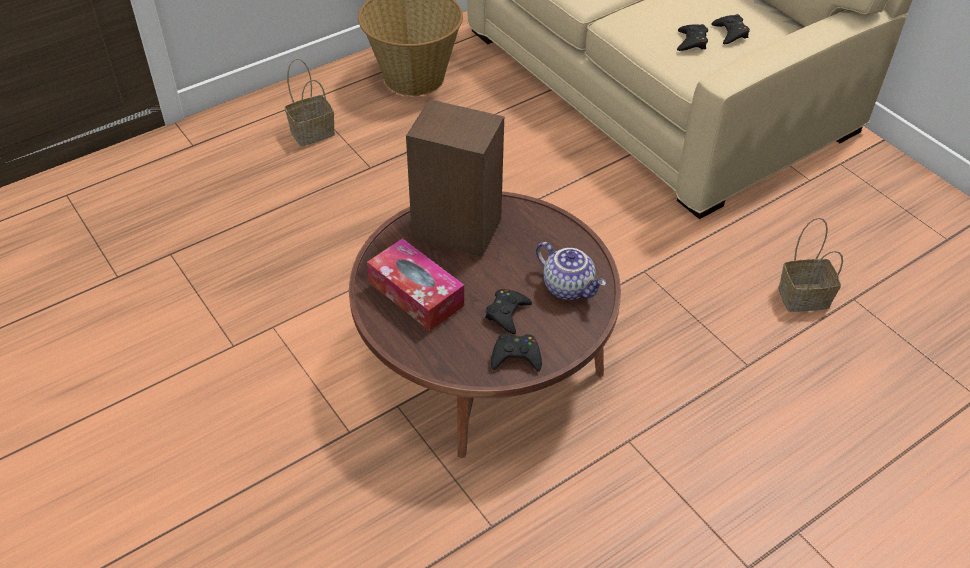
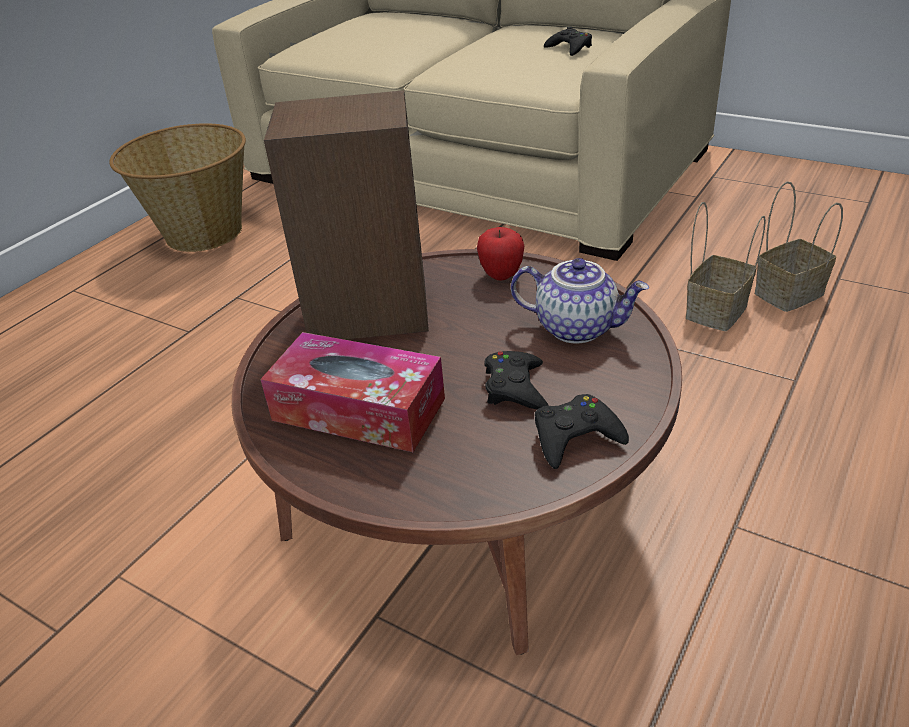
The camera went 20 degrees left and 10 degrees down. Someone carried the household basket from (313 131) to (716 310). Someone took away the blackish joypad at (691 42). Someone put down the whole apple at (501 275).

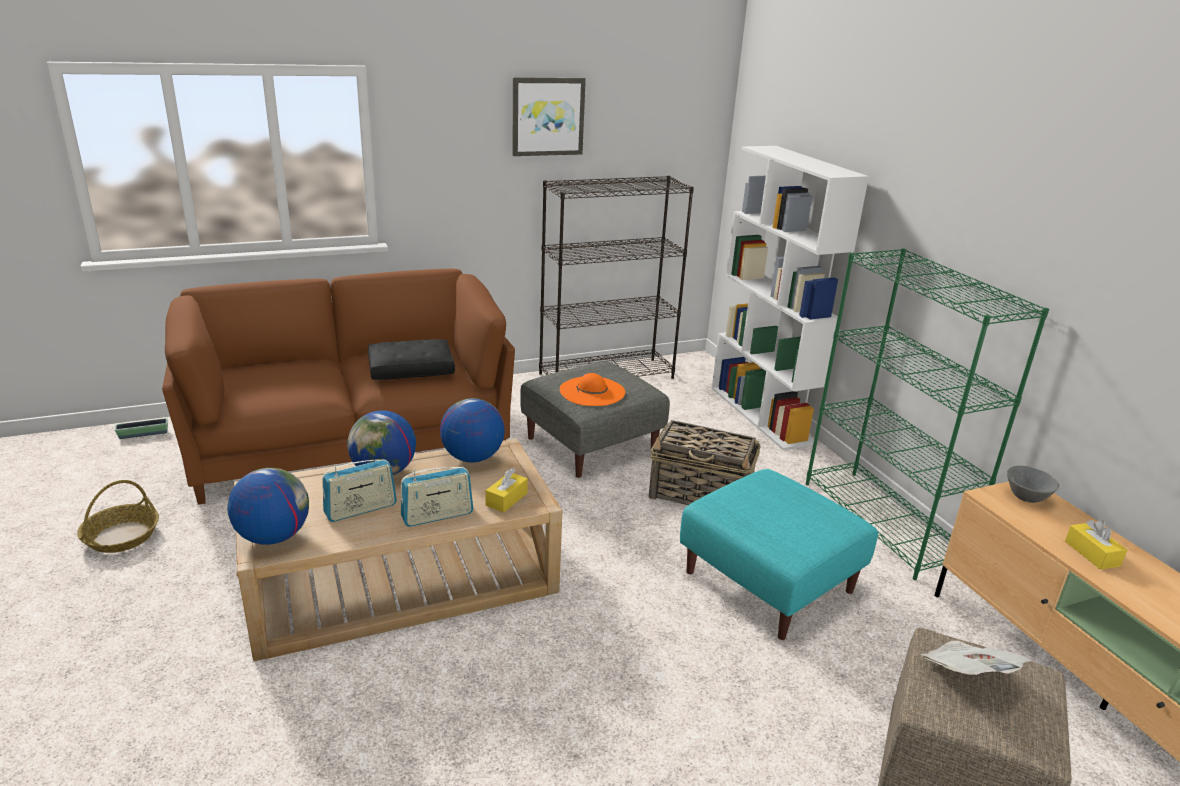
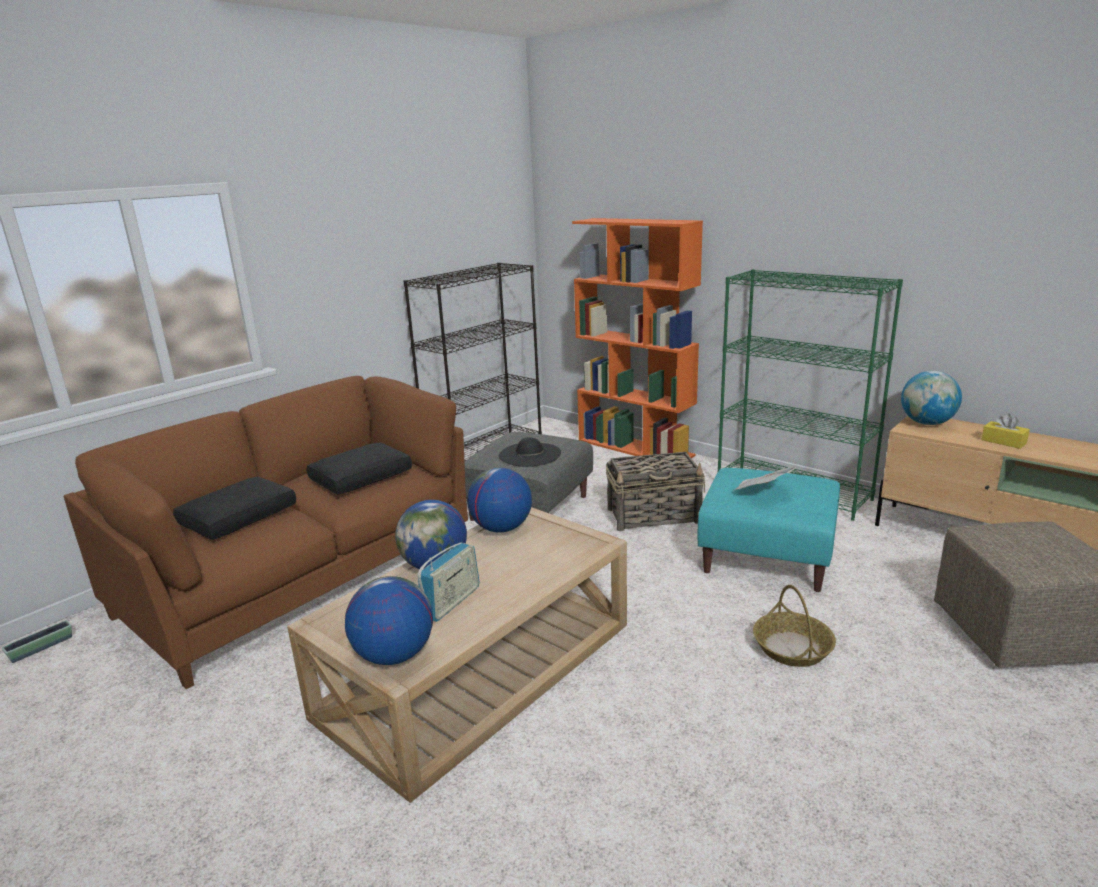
The camera went 25 degrees left and 5 degrees down. Someone carried the household basket from (121 536) to (792 648). Someone took away the radio at (437 516). Someone took away the yellow-coloured tissue holder at (506 499). Someone took away the picture at (548 116). Someone repainted the orangey hat at (592 391), which became the blackish hat at (529 454). Someone repainted the white-coloured shelving unit at (762 415), which became the orangey shelving unit at (636 448). Someone carried the printed paper from (967 675) to (762 492). Someone swapped the greyish deep dish at (1025 497) for the world globe at (927 423). Someone put down the blackish cushion at (238 517).

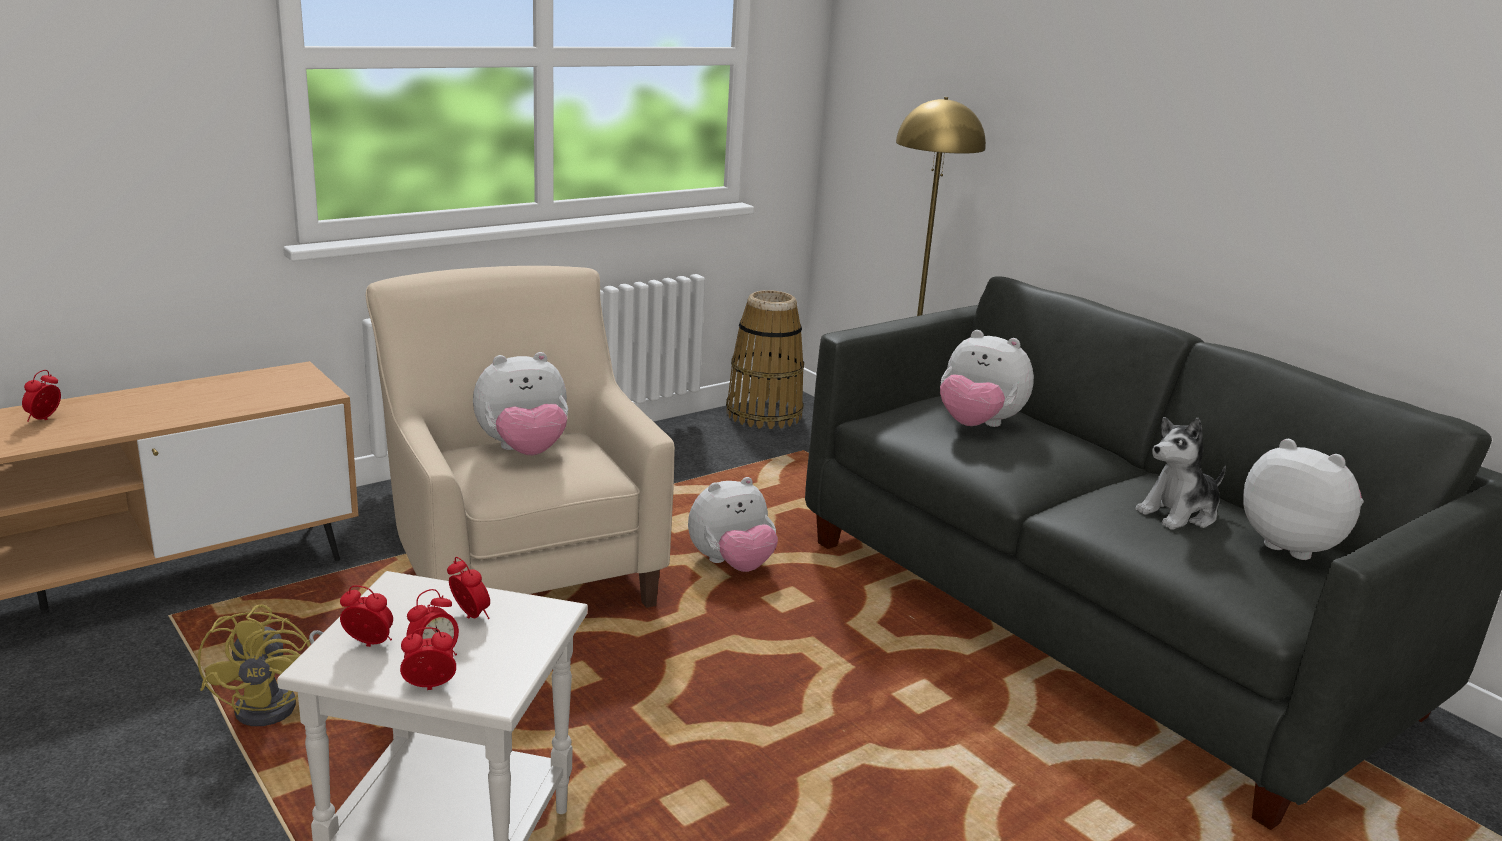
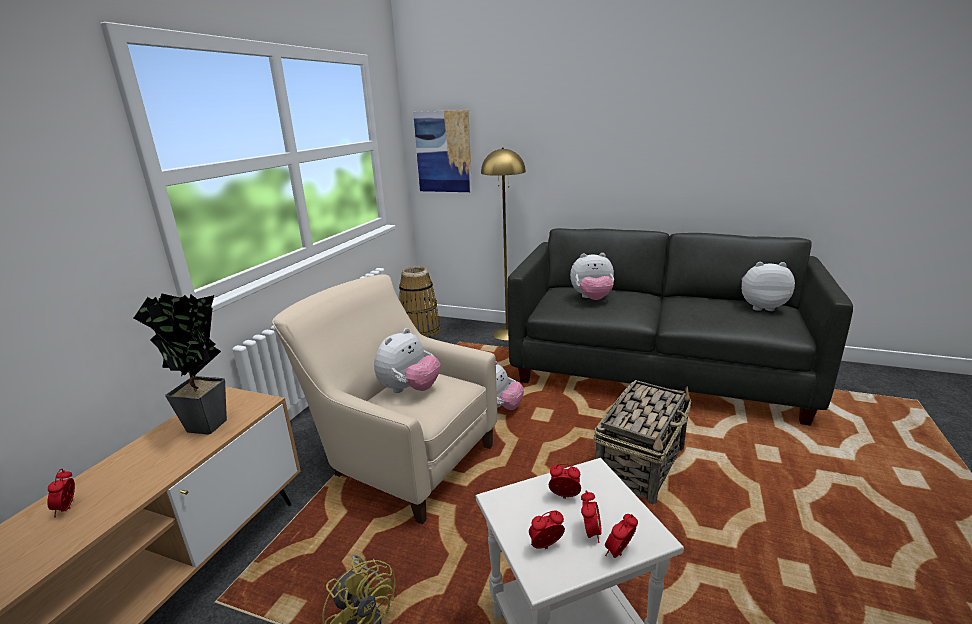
The camera went 30 degrees left and 0 degrees up. Someone took away the soft toy at (1179 514). Someone put down the houseplant at (209 428). Someone put up the picture at (443 152). Someone put down the household basket at (640 464).

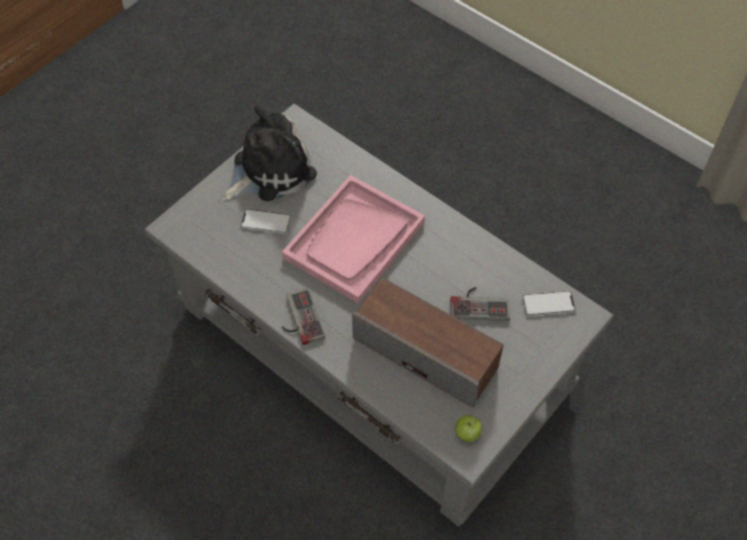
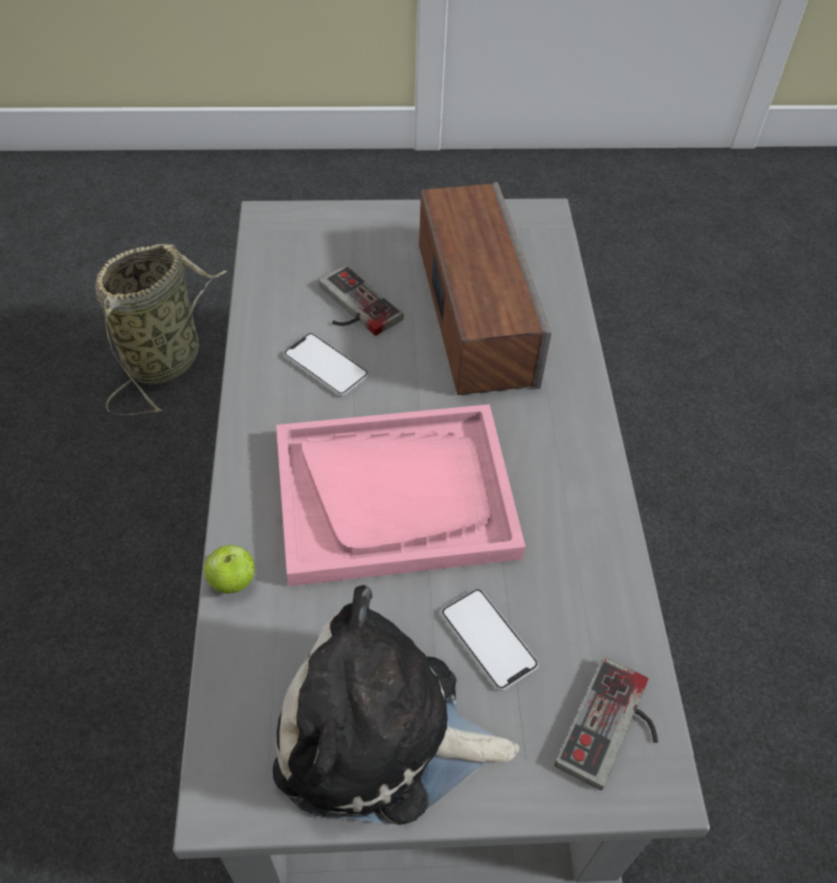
The camera went 135 degrees left and 5 degrees down. Someone carried the joypad from (298 319) to (615 730). Someone carried the whole apple from (467 433) to (232 581). Someone carried the phone from (548 304) to (326 366). Someone put down the household basket at (167 357).

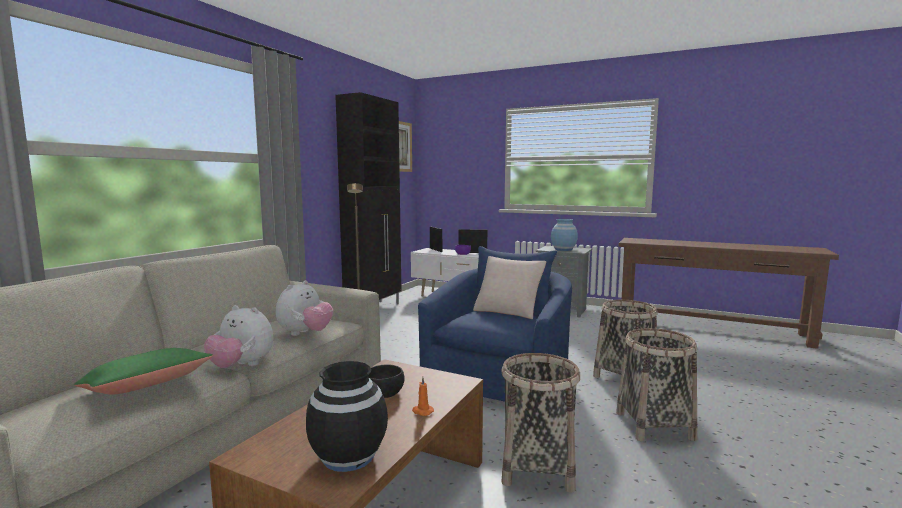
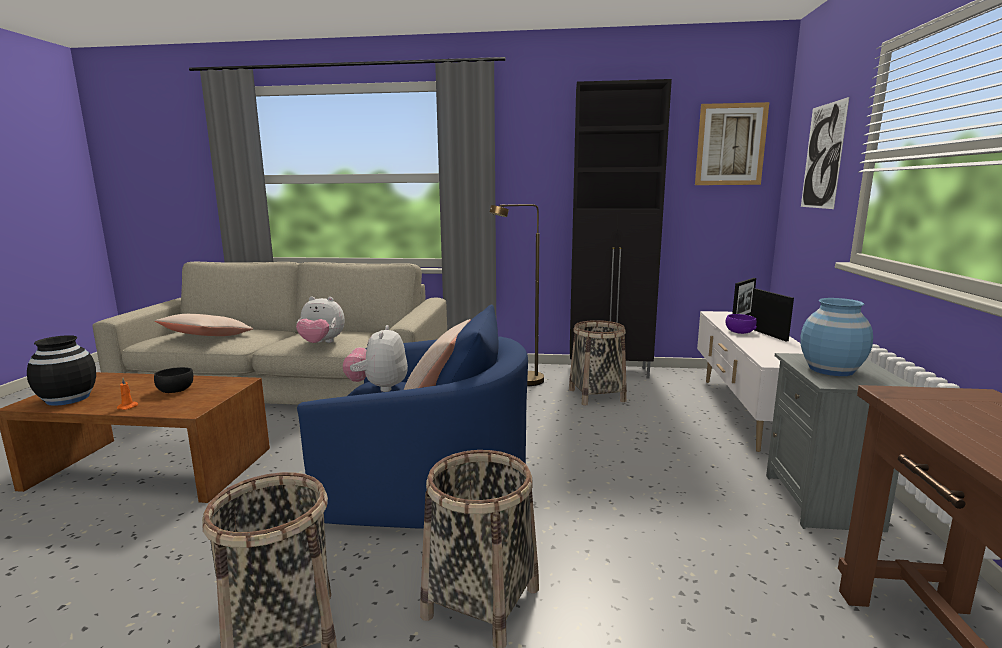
The camera went 70 degrees right and 5 degrees up. Someone repainted the greenish cushion at (146 389), which became the sand-coloured cushion at (207 337). Someone carried the soft toy from (241 366) to (379 387). Someone carried the household basket from (537 468) to (596 395). Someone put up the picture at (823 156).

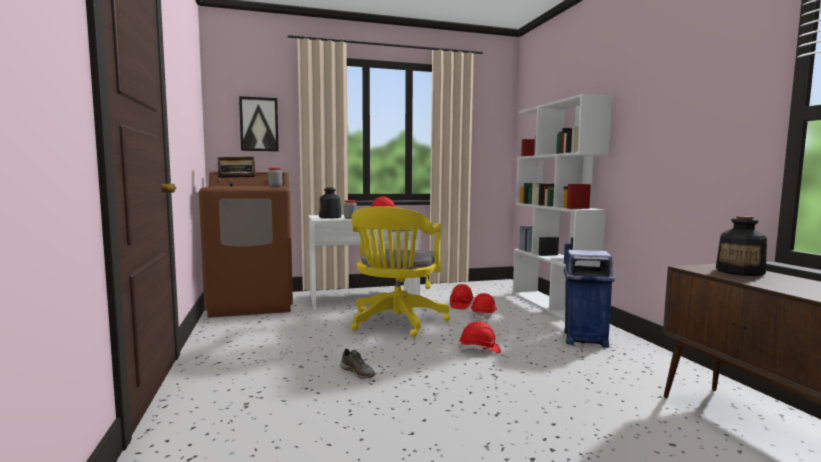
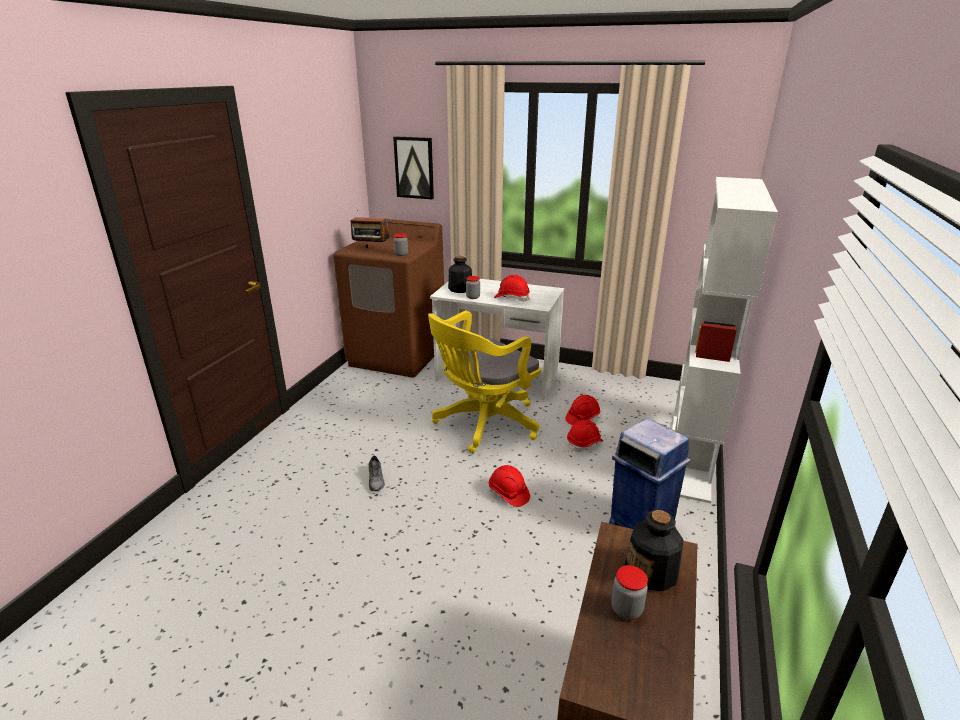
The camera went 35 degrees right and 20 degrees up. Someone put down the jar at (626 609).

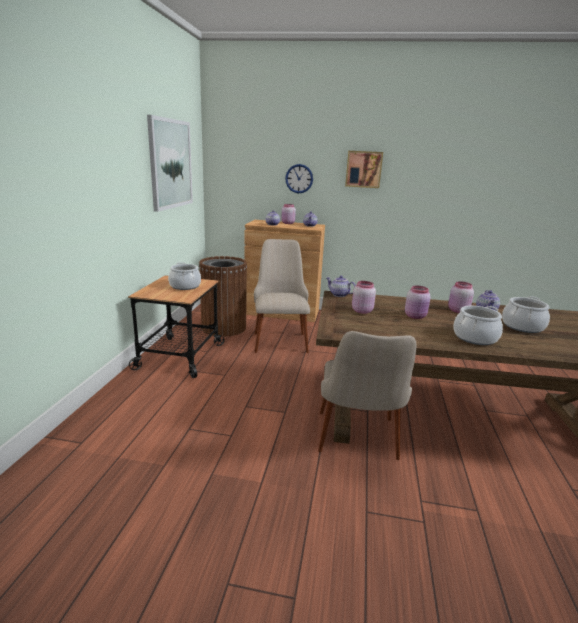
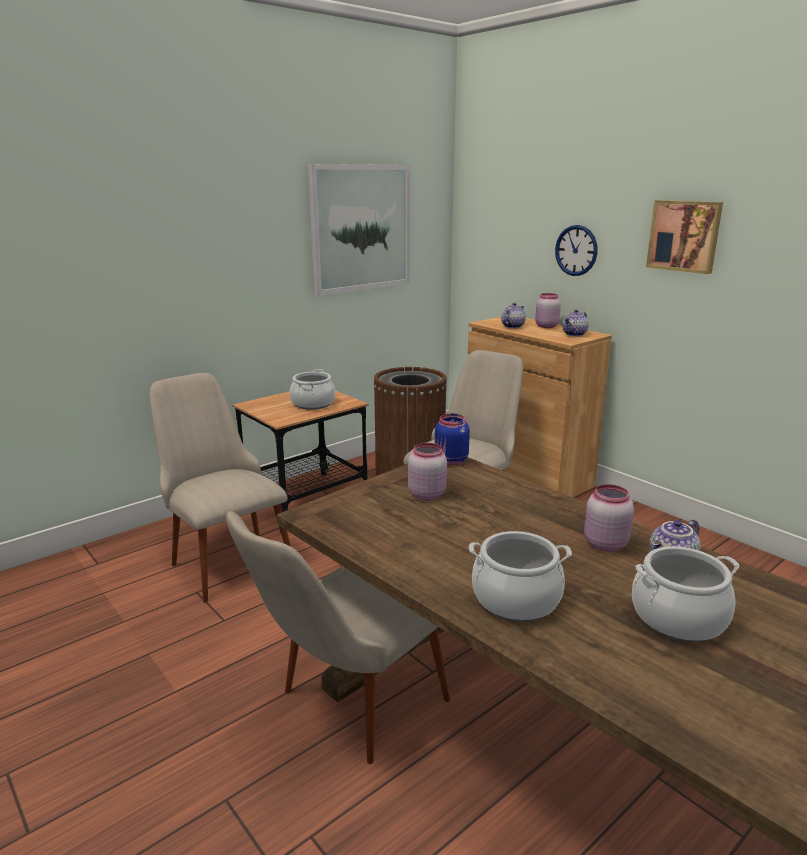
The camera went 40 degrees right and 0 degrees up. Someone swapped the teapot at (339 295) for the bluish jar at (450 461). Someone took away the pink-coloured jar at (416 316). Someone put down the sand-coloured upright chair at (224 557).

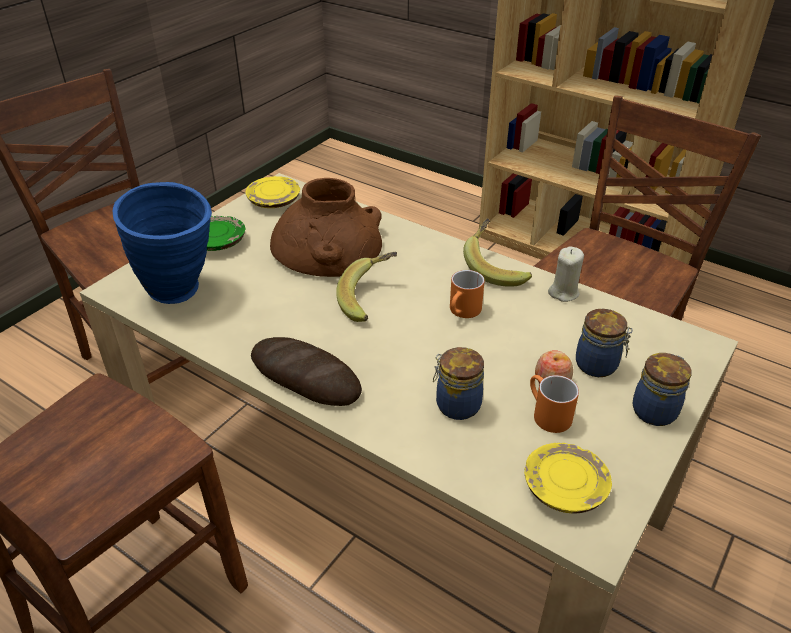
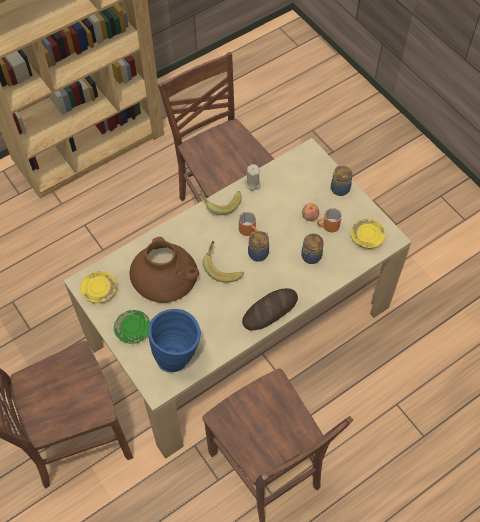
The camera went 70 degrees left and 20 degrees up. Someone carried the jar from (598 365) to (259 253).

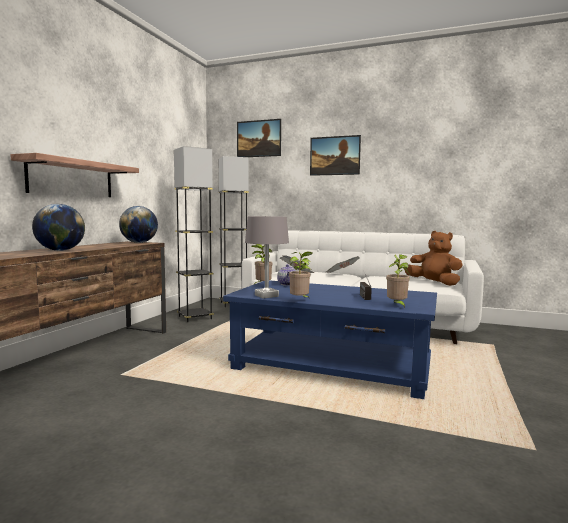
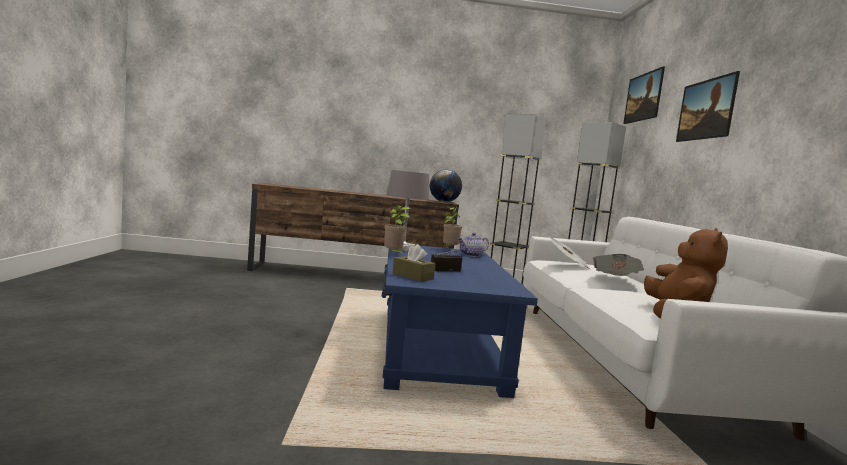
The camera went 65 degrees right and 0 degrees up. Someone took away the wall shelf at (71 178). Someone took away the world globe at (60 250). Someone swapped the houseplant at (397 306) for the brown tissue holder at (412 276).

